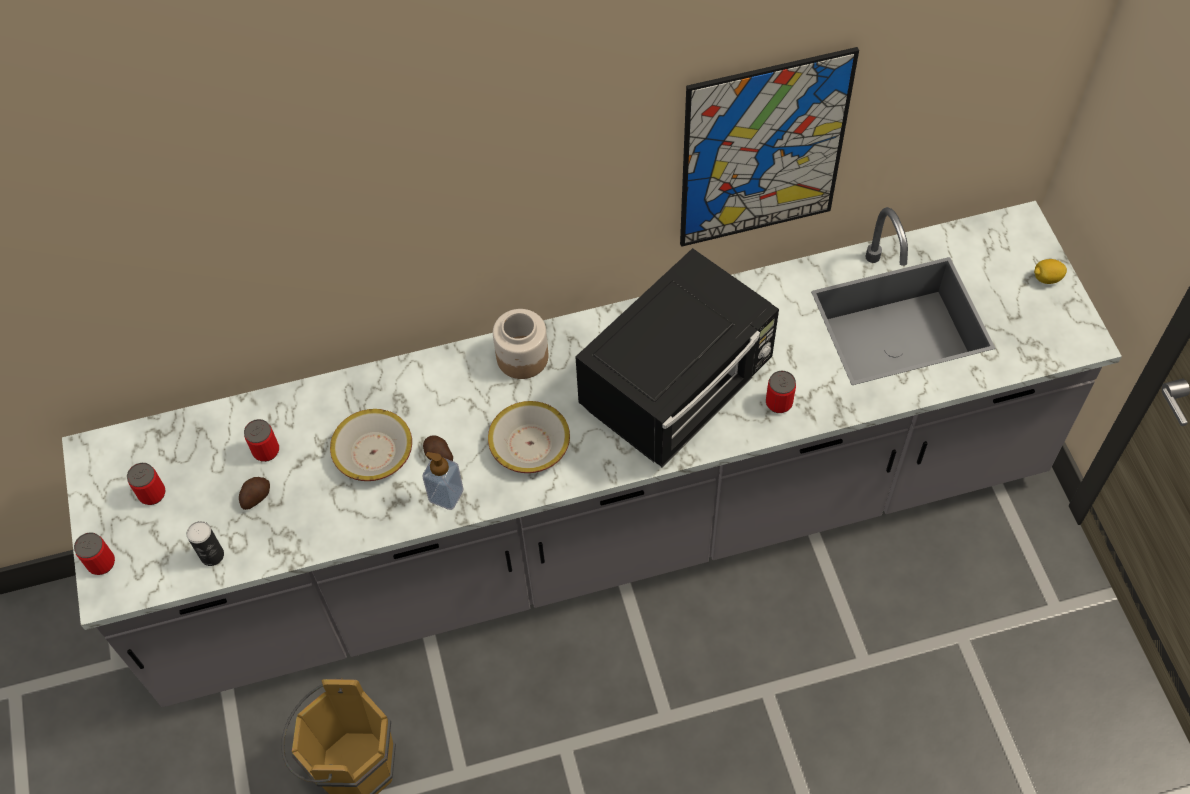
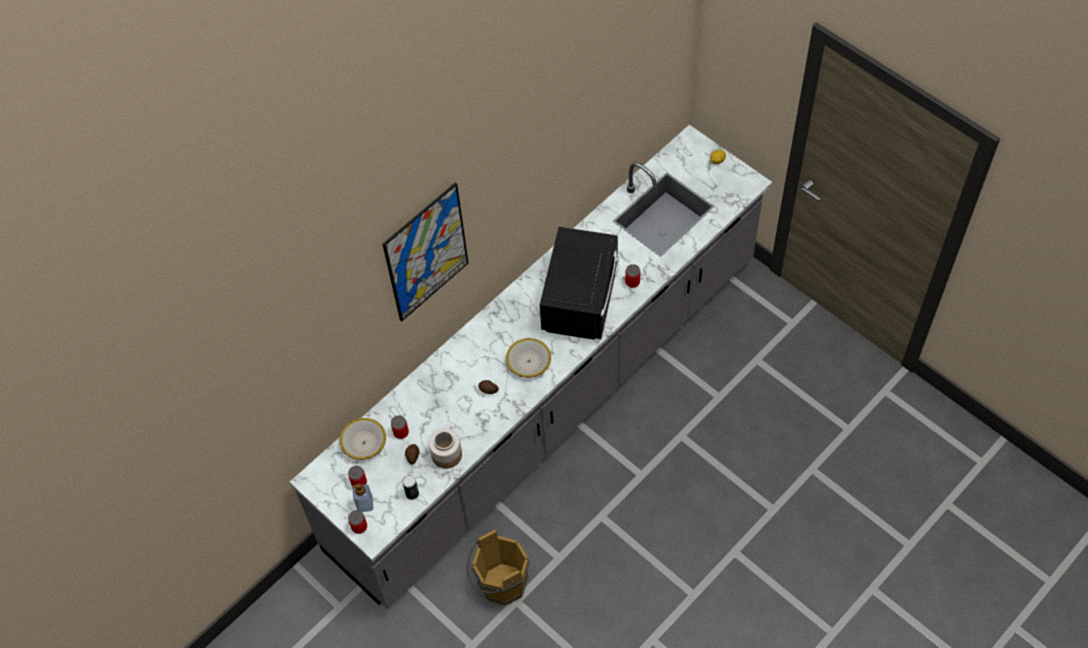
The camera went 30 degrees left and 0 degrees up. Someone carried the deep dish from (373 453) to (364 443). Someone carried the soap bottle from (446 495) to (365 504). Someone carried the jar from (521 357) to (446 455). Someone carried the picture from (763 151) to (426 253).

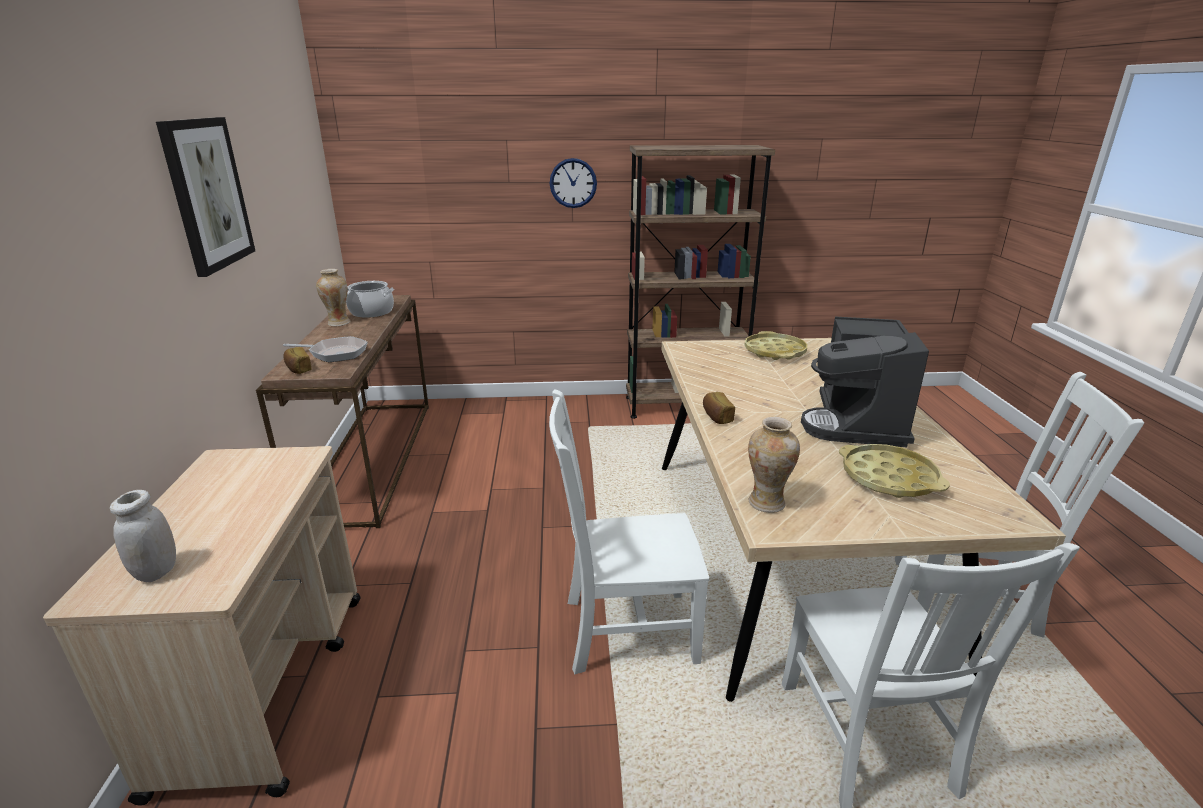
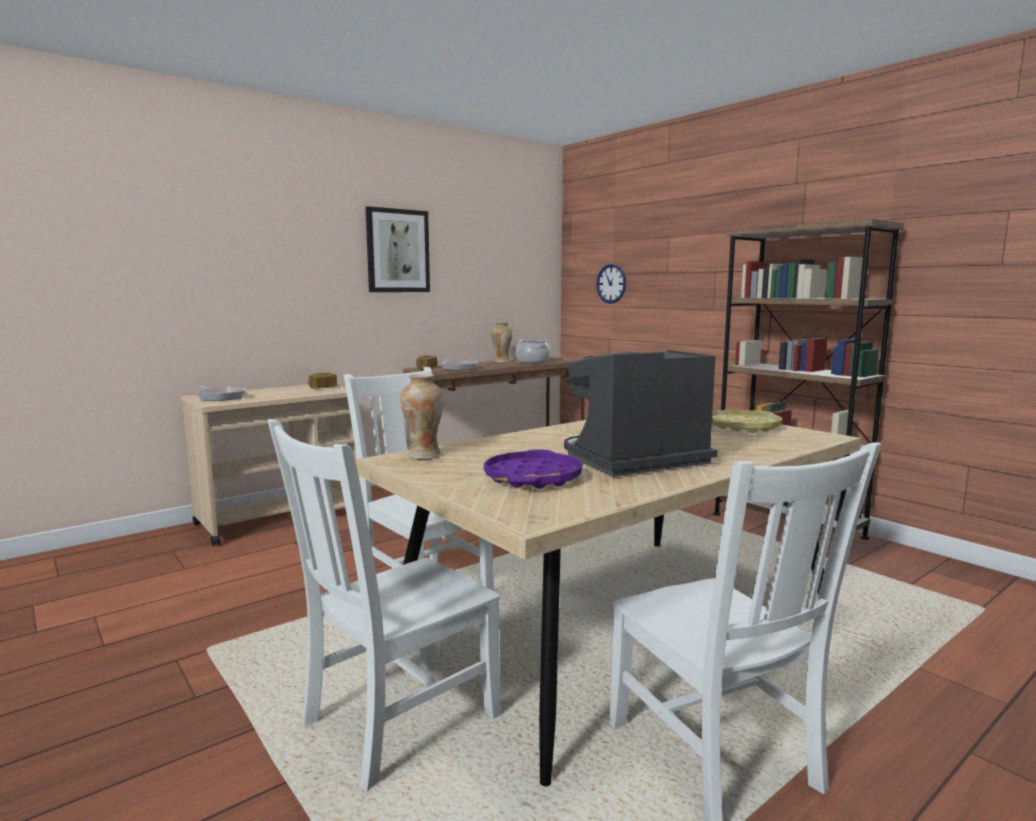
The camera went 55 degrees right and 15 degrees down. Someone swapped the white-coloured jar at (156 571) for the skillet at (220 397). Someone carried the wall clock from (573 183) to (611 283). Someone carried the bread from (716 417) to (322 387). Someone repainted the yellow-coloured tray at (889 478), which became the purple tray at (533 478).

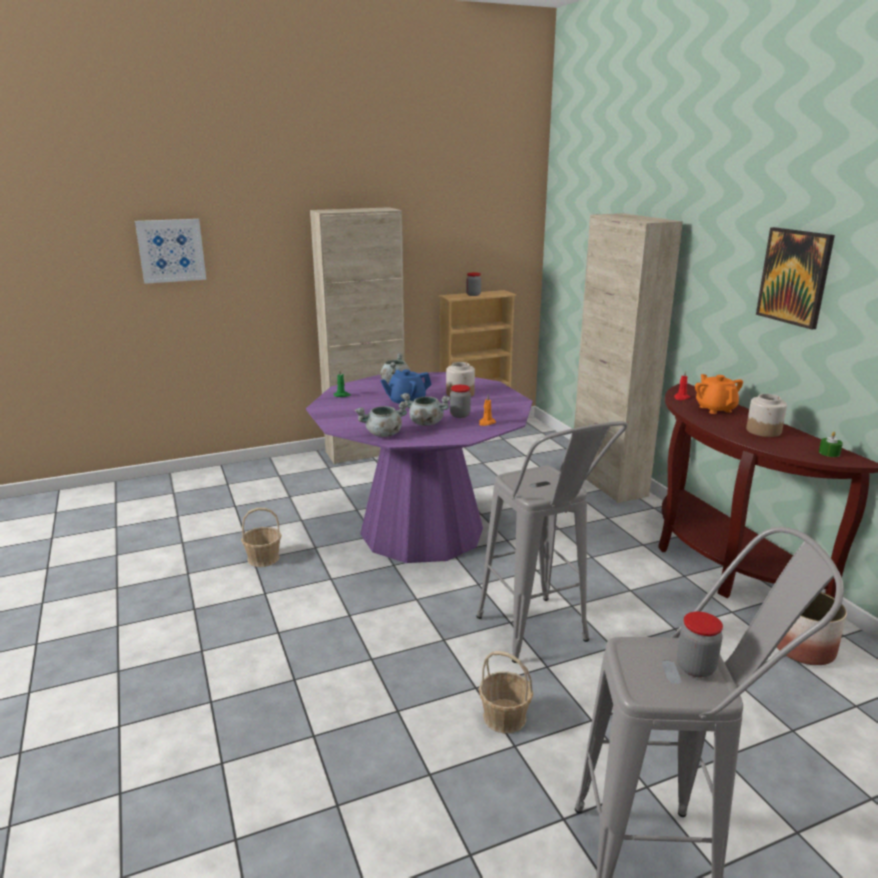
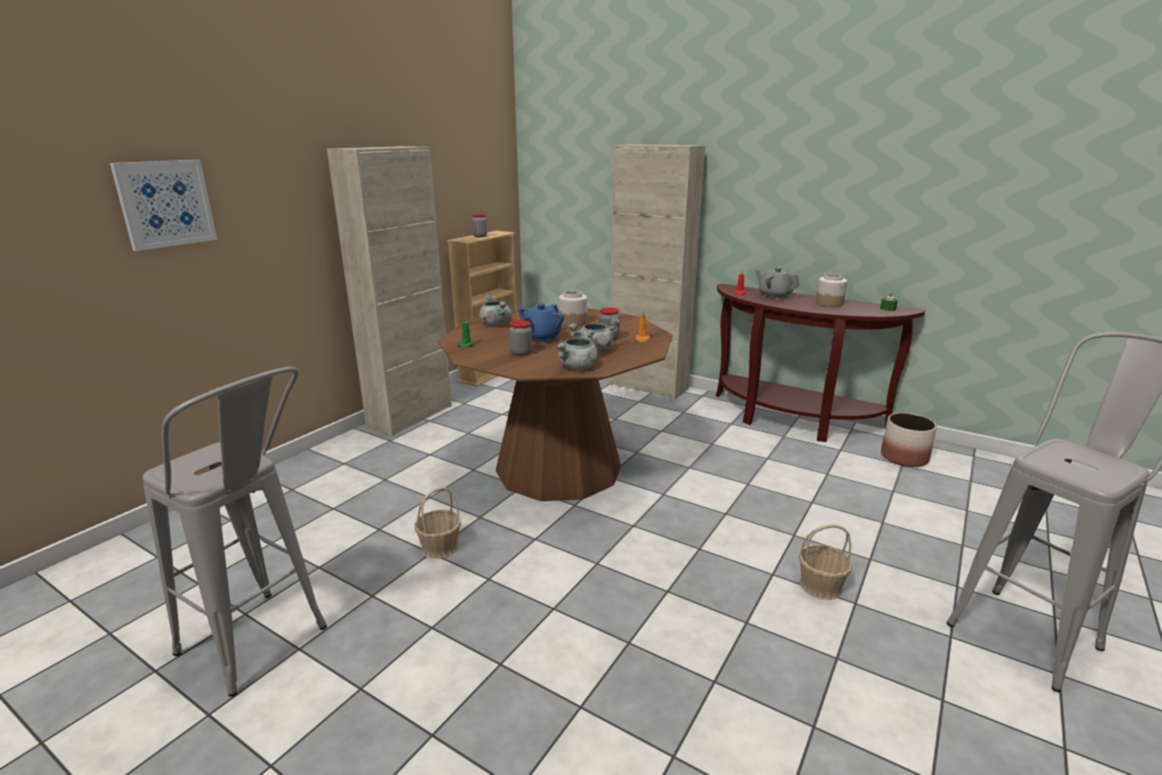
The camera went 35 degrees left and 0 degrees up. Someone repainted the purple dinner table at (422 530), which became the brown dinner table at (559 468). Someone carried the greyish stool seat from (540 639) to (265 649). Someone carried the jar from (695 667) to (521 353). Someone repainted the orangey teapot at (715 409), which became the greyish teapot at (774 296). Someone took away the picture at (794 277).

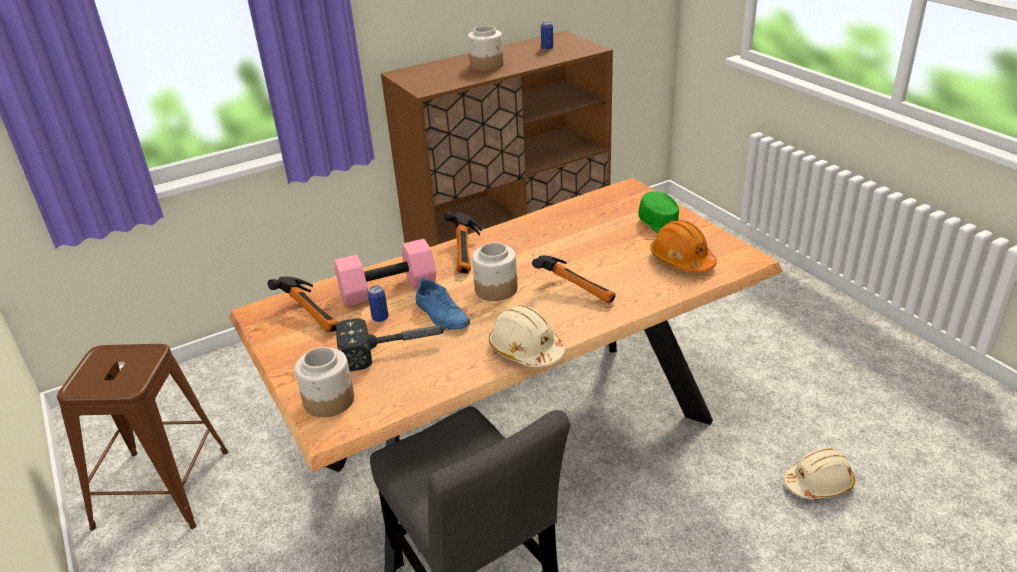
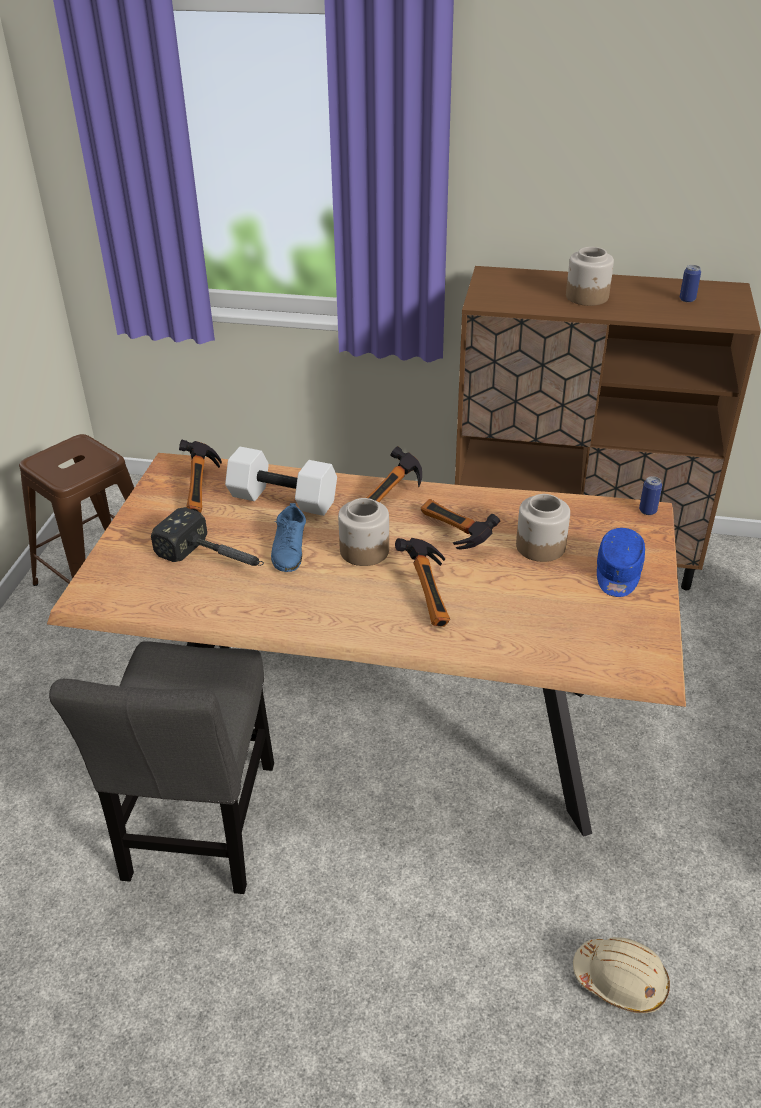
The camera went 40 degrees right and 5 degrees up. Someone carried the jar from (329 400) to (541 547). Someone repainted the pink-coloured free weight at (387 290), which became the white-coloured free weight at (281 500). Someone carried the metal can from (380 318) to (647 511). Someone took away the sand-coloured work helmet at (526 350). Someone repainted the greenish baseball cap at (661 224), which became the bluish baseball cap at (618 574). Someone took away the orangey work helmet at (681 260). Someone put down the hand hammer at (450 536).

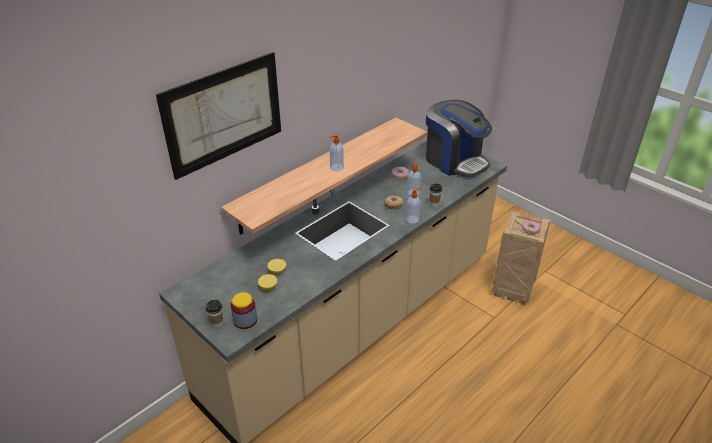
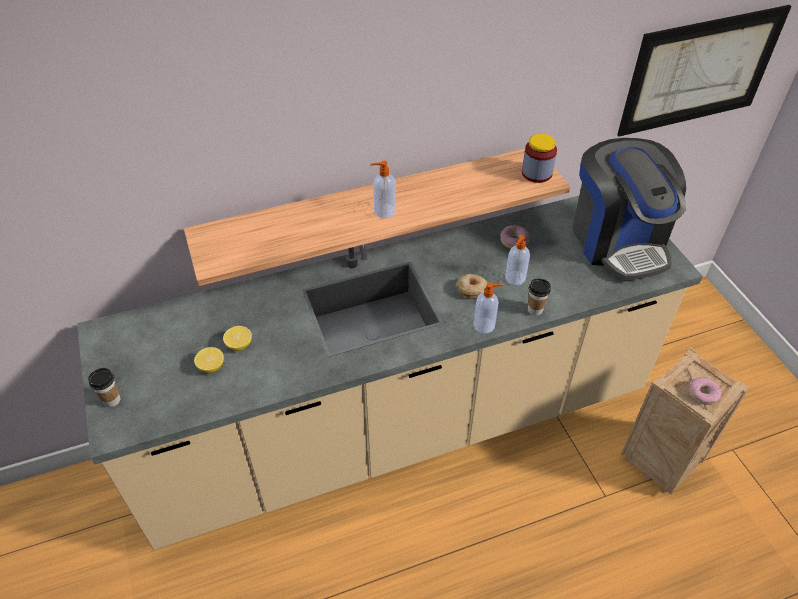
The camera went 25 degrees right and 10 degrees up. Someone carried the picture from (224 114) to (700 71). Someone carried the jar from (245 320) to (536 173).

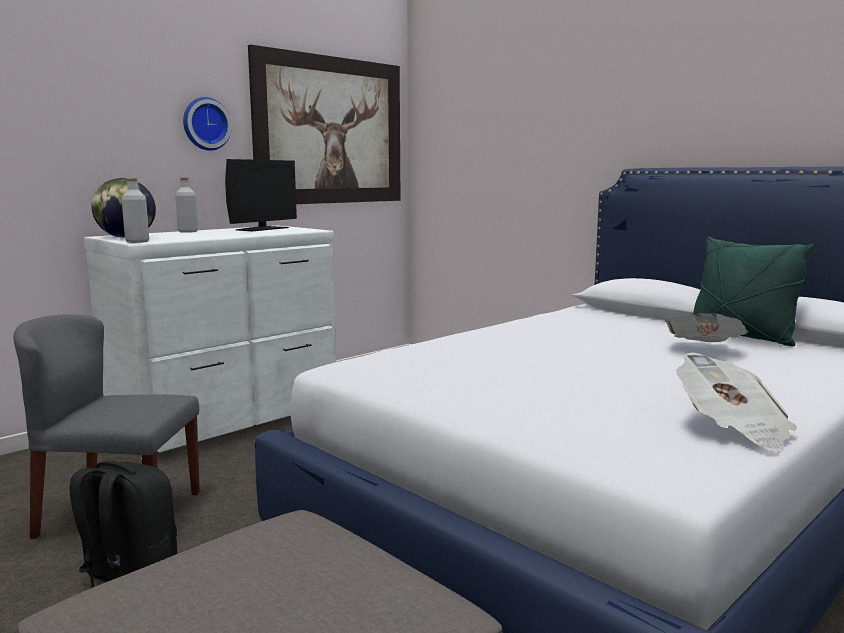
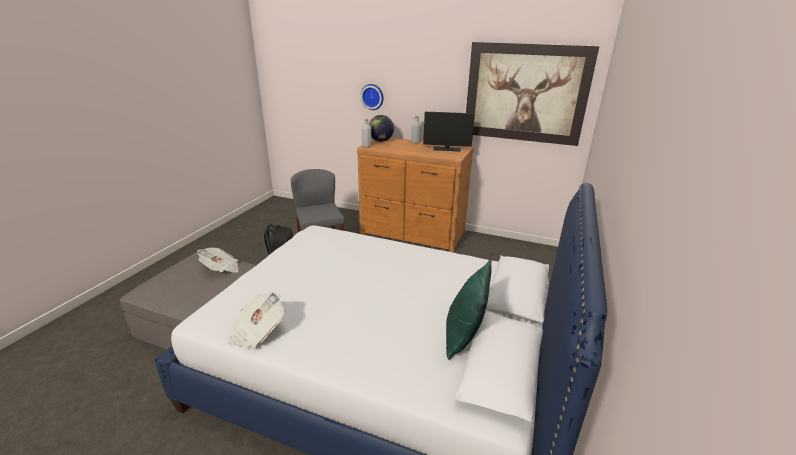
The camera went 65 degrees right and 15 degrees up. Someone repainted the white-coloured chest of drawers at (229 421), which became the brown chest of drawers at (412 234). Someone carried the wall clock from (205 124) to (372 96). Someone carried the printed paper from (704 350) to (221 269).

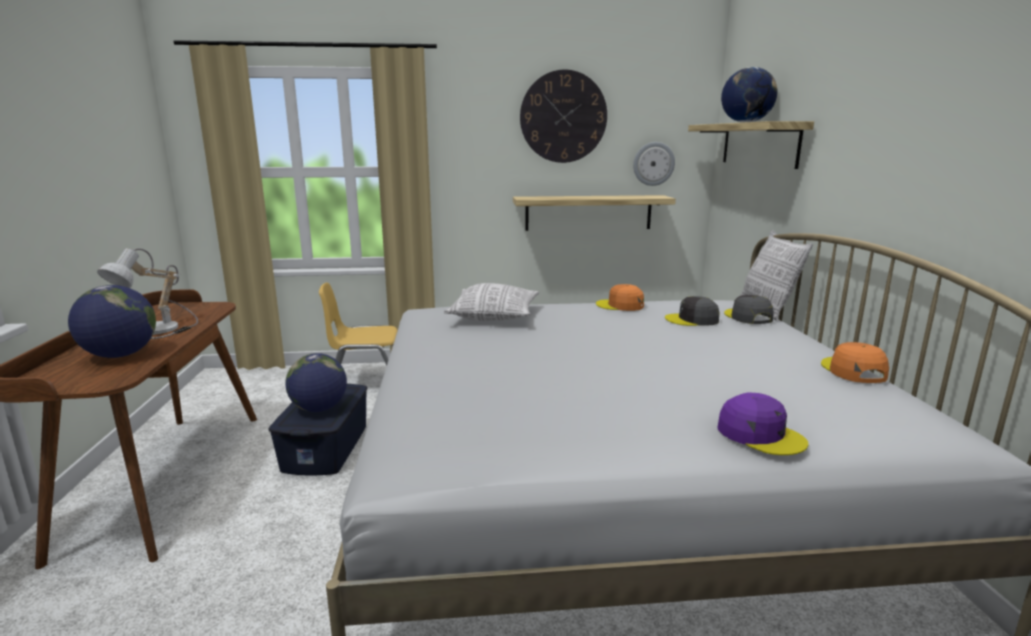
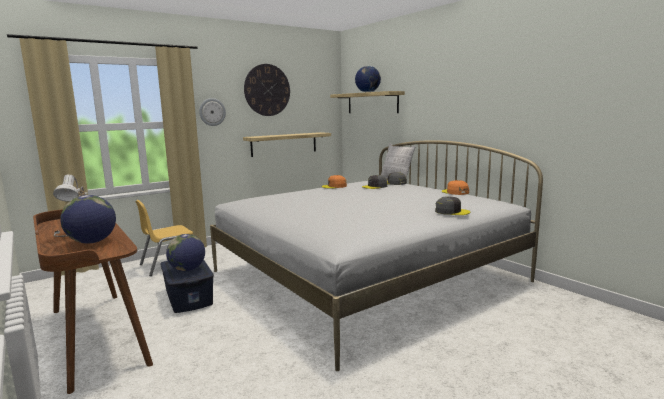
The camera went 30 degrees left and 5 degrees down. Someone took away the cushion at (494 316). Someone carried the wall clock from (653 164) to (212 112). Someone repainted the purple baseball cap at (760 434), which became the greyish baseball cap at (451 211).

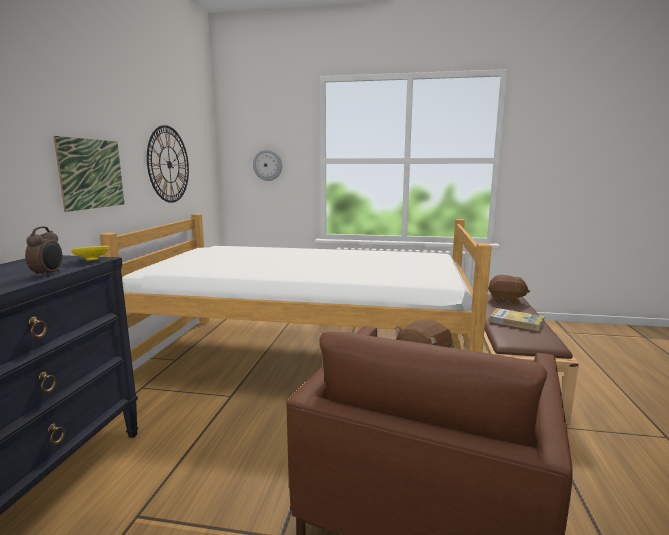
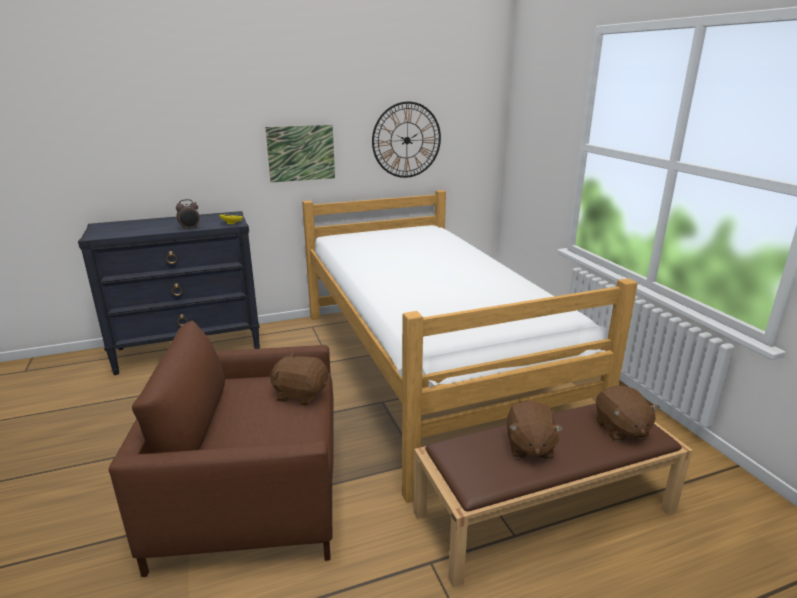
The camera went 60 degrees right and 10 degrees up. Someone took away the wall clock at (267 165). Someone swapped the volume at (516 322) for the brown soft toy at (529 447).

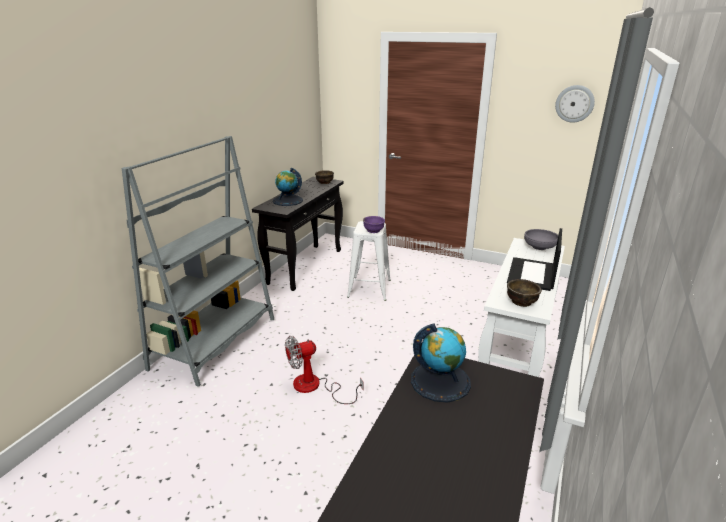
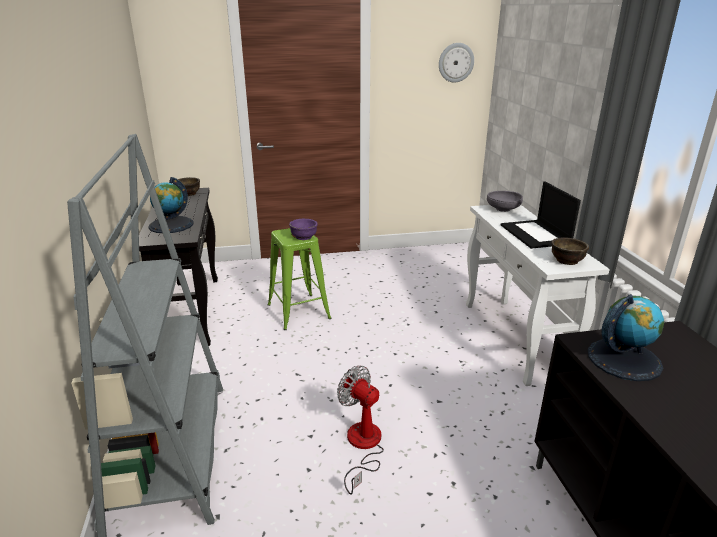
The camera went 35 degrees left and 0 degrees up. Someone rotated the fan at (315 387) by 105 degrees clockwise. Someone repainted the white-coloured stool seat at (369 288), which became the greenish stool seat at (298 311).

